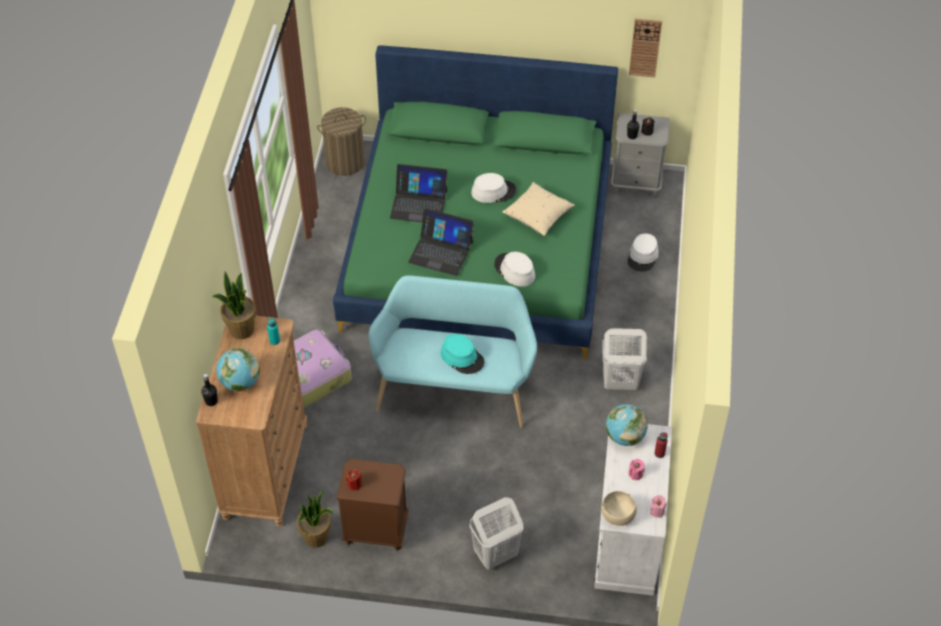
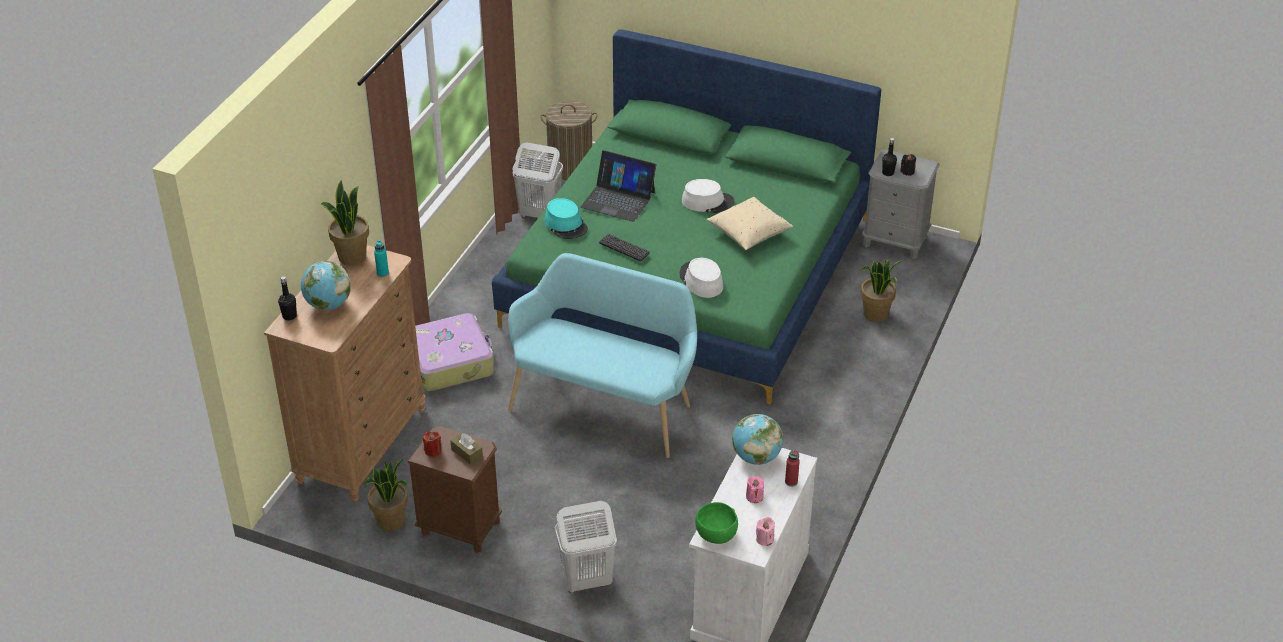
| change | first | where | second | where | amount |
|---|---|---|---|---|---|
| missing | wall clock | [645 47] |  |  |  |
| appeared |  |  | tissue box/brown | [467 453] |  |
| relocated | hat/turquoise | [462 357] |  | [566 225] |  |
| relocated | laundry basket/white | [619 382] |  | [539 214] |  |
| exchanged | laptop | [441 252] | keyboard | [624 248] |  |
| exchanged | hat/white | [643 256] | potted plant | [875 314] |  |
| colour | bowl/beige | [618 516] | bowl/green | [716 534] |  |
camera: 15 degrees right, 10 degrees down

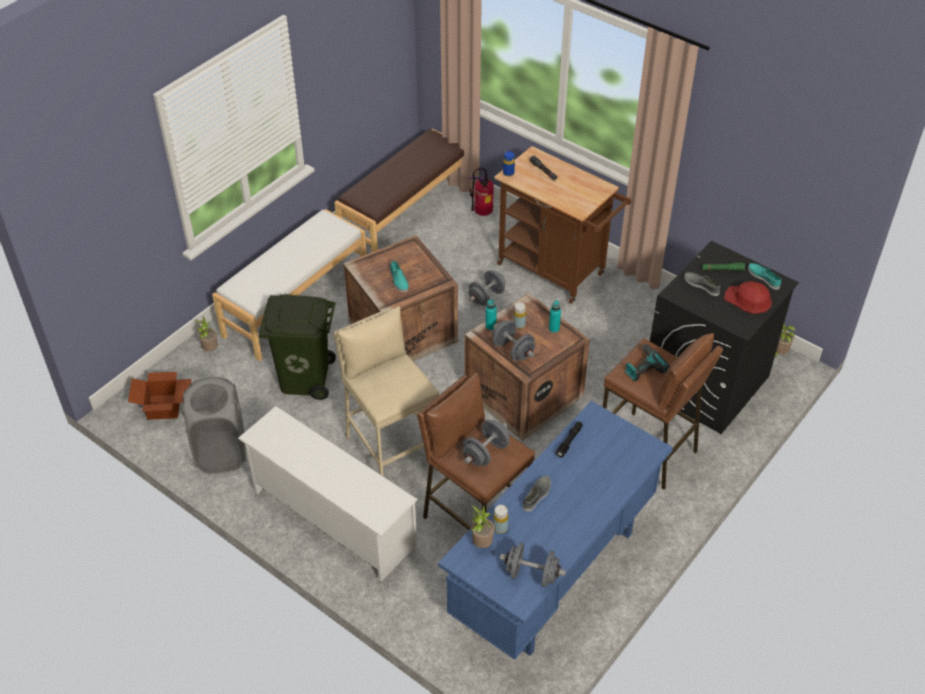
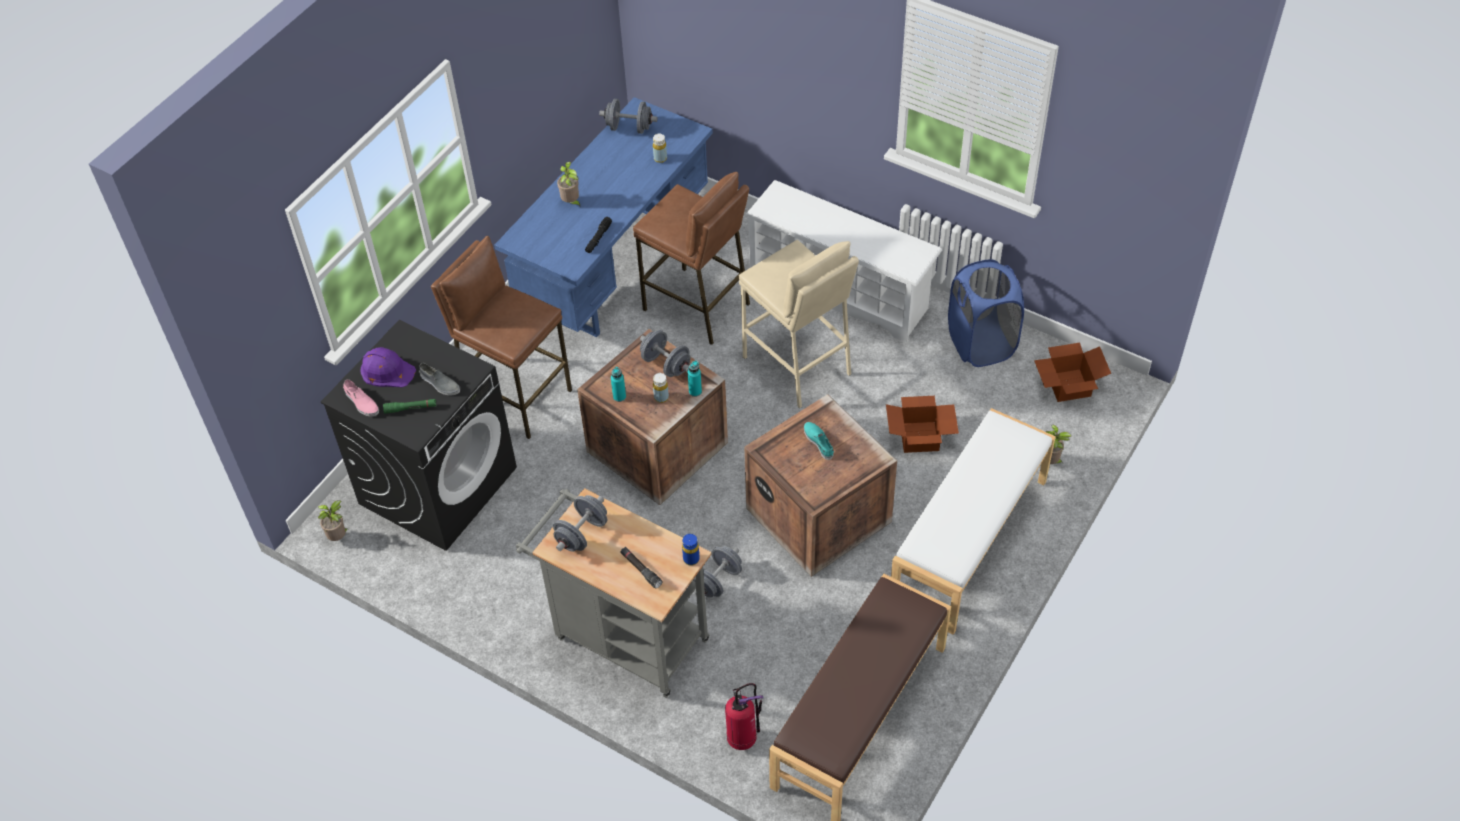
| change | first | where | second | where | amount |
|---|---|---|---|---|---|
| missing | shoe/grey | [537 495] |  |  |  |
| missing | power drill | [643 367] |  |  |  |
| relocated | dumbbell/grey | [485 453] |  | [582 534] |  |
| relocated | potted plant | [481 543] |  | [571 202] |  |
| exchanged | trash can/green | [305 378] | cardboard box | [920 438] |  |
| colour | laundry basket/grey | [221 452] | laundry basket/blue | [981 344] |  |
| colour | cart/brown | [556 271] | cart/grey | [624 635] |  |
| colour | hard hat/red | [748 299] | hard hat/purple | [387 371] |  |
| colour | shoe/turquoise | [764 277] | shoe/pink | [361 402] |  |
camera: 175 degrees right, 5 degrees up

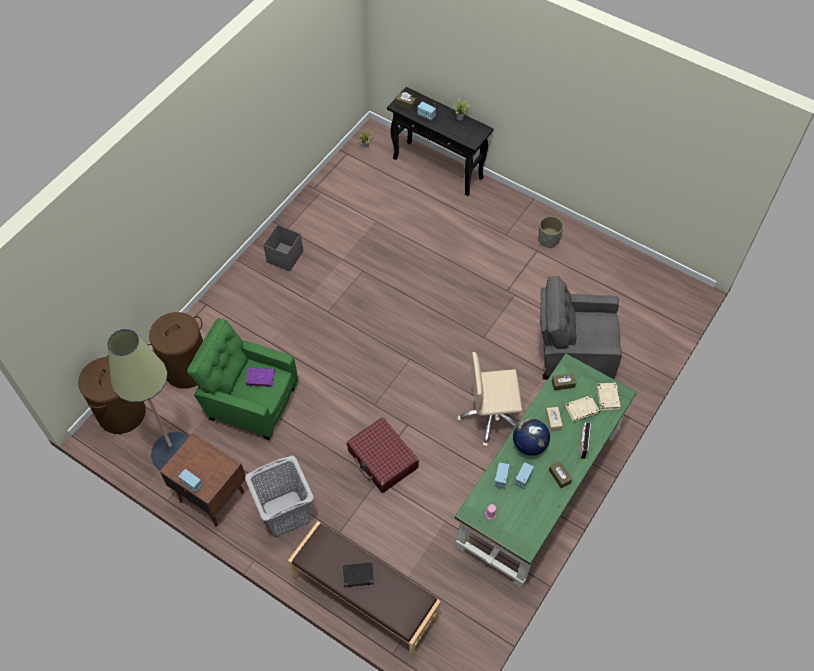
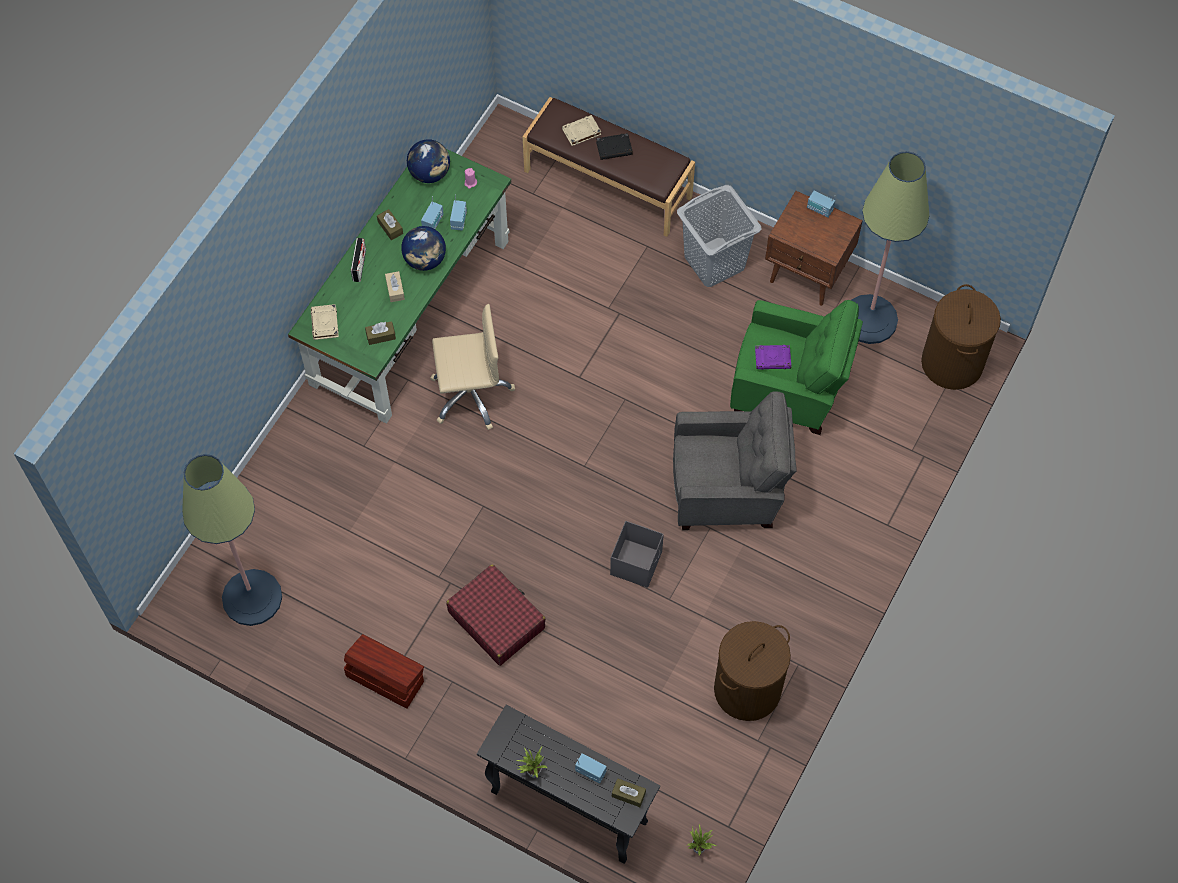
| change | first | where | second | where | amount |
|---|---|---|---|---|---|
| appeared |  |  | floor lamp | [252 598] |  |
| appeared |  |  | globe | [430 173] |  |
| relocated | laundry basket/brown | [187 368] |  | [747 690] |  |
| relocated | storage box/grey | [284 257] |  | [636 563] |  |
| relocated | suitcase/red | [382 459] |  | [496 619] |  |
| relocated | armchair/grey | [572 354] |  | [728 490] |  |
| relocated | book/beige | [582 409] |  | [581 132] |  |
| exchanged | planter/grey | [548 240] | storage box/brown | [385 677] |  |
camera: 175 degrees right, 5 degrees up

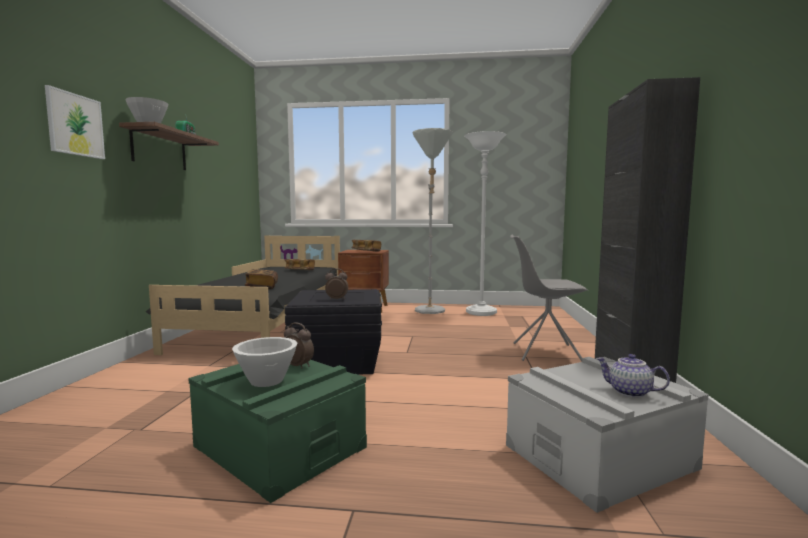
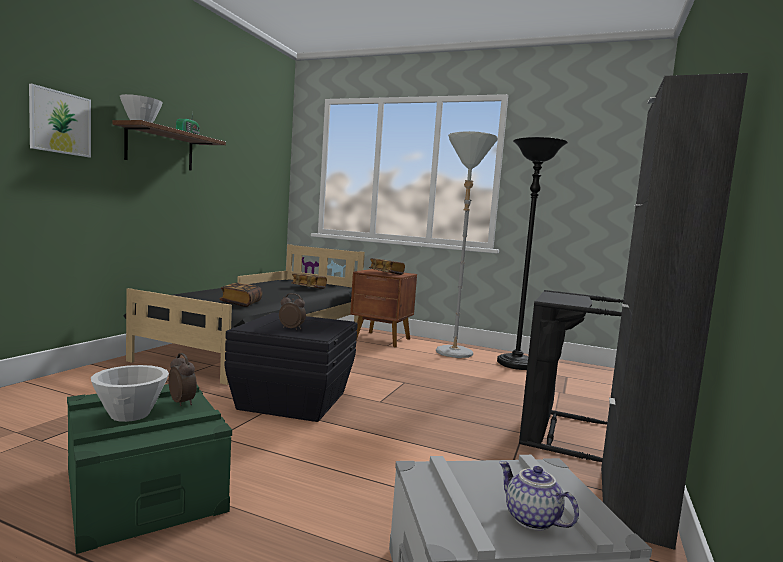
| change | first | where | second | where | amount |
|---|---|---|---|---|---|
| exchanged | chair/grey | [544 352] | laundry basket/black | [553 432] |  |
| colour | floor lamp/white | [481 312] | floor lamp/black | [516 364] |  |
camera: 15 degrees right, 0 degrees up

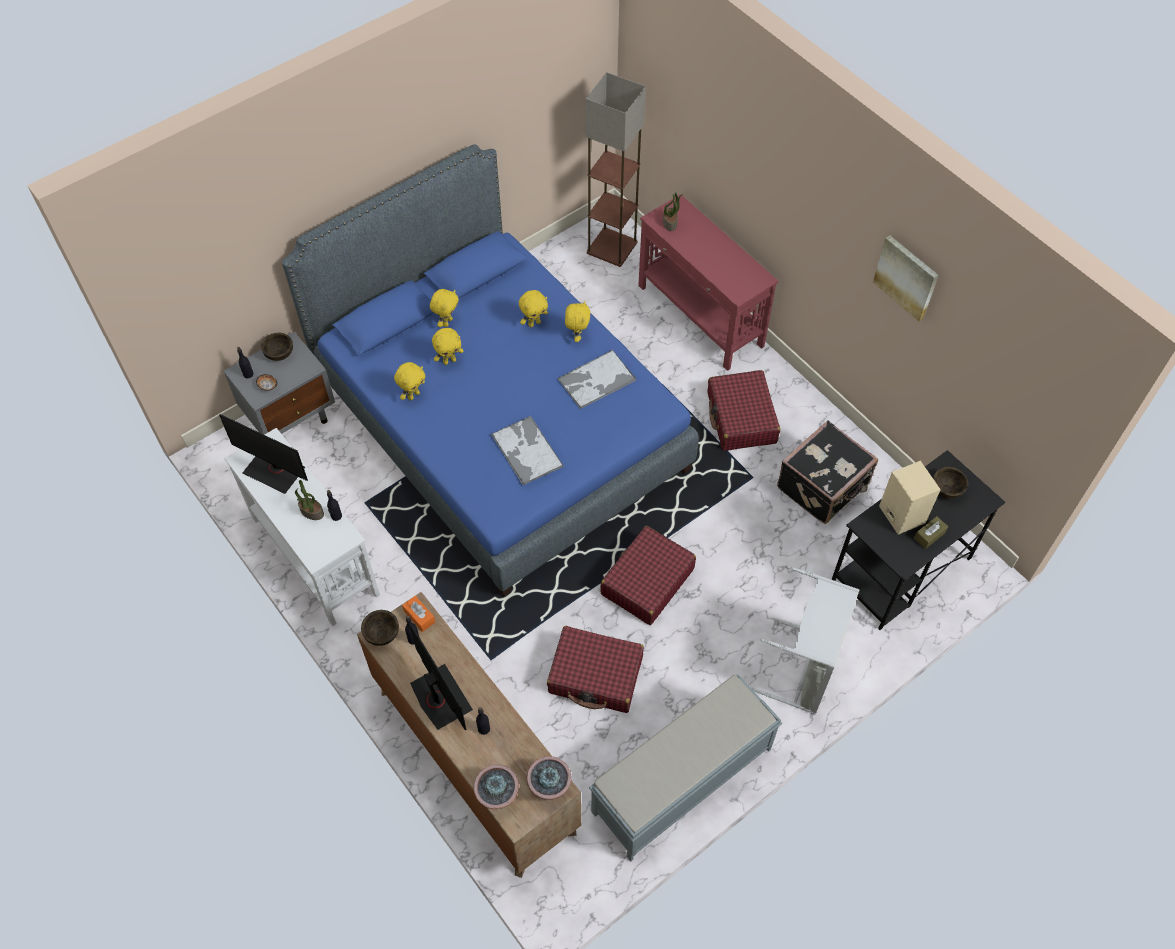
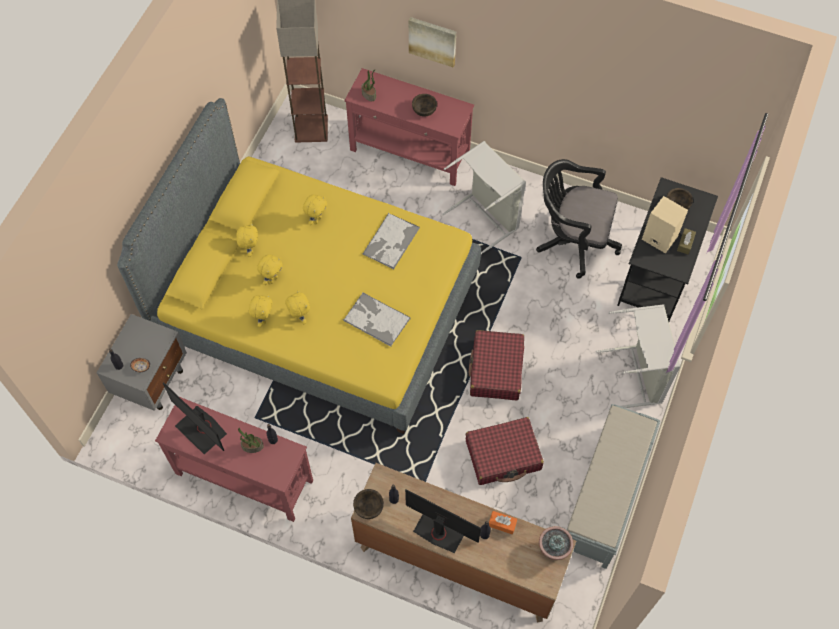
| change | first | where | second | where | amount |
|---|---|---|---|---|---|
| missing | potted plant | [497 795] |  |  |  |
| relocated | bowl/brown | [279 353] |  | [424 110] |  |
| relocated | tissue box/orange | [419 616] |  | [502 524] |  |
| relocated | plush toy/yellow | [577 336] |  | [299 317] |  |
| relocated | picture | [906 277] |  | [432 40] |  |
| exchanged | suitcase/red | [741 418] | laundry basket/grey | [486 217] |  |
| exchanged | suitcase/black | [824 487] | office chair/black | [572 240] |  |
| colour | console table/white | [315 554] | console table/red | [243 476] |  |
| colour | bed/blue | [500 423] | bed/yellow | [316 306] |  |
| spun | monitor | [275 470] |  | [201 429] | 45 degrees clockwise |
camera: 30 degrees left, 5 degrees up

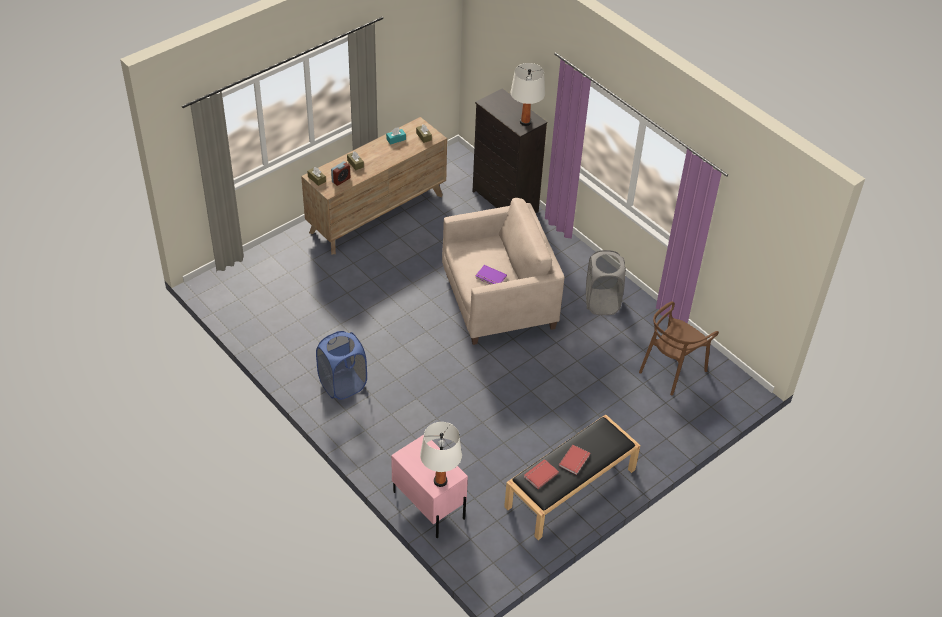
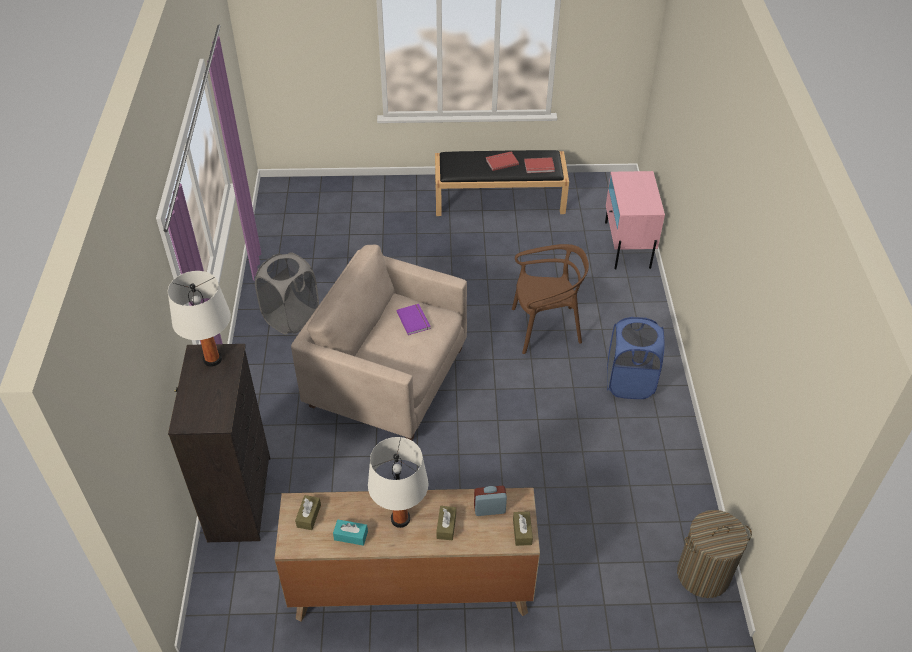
| change | first | where | second | where | amount |
|---|---|---|---|---|---|
| appeared |  |  | laundry basket | [703 574] |  |
| relocated | table lamp/white | [440 481] |  | [400 519] |  |
| relocated | chair/brown | [671 369] |  | [545 328] |  |
camera: 140 degrees left, 0 degrees up

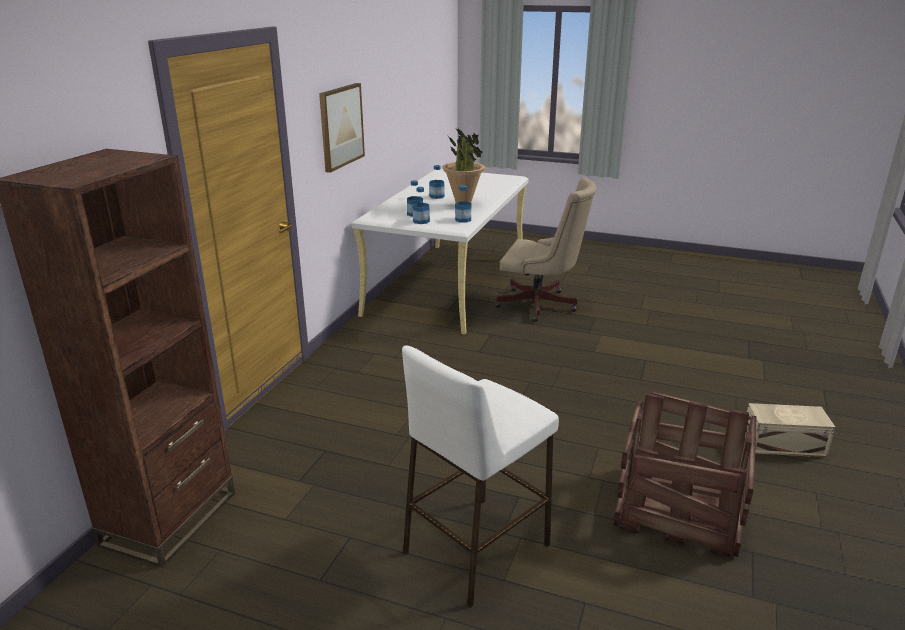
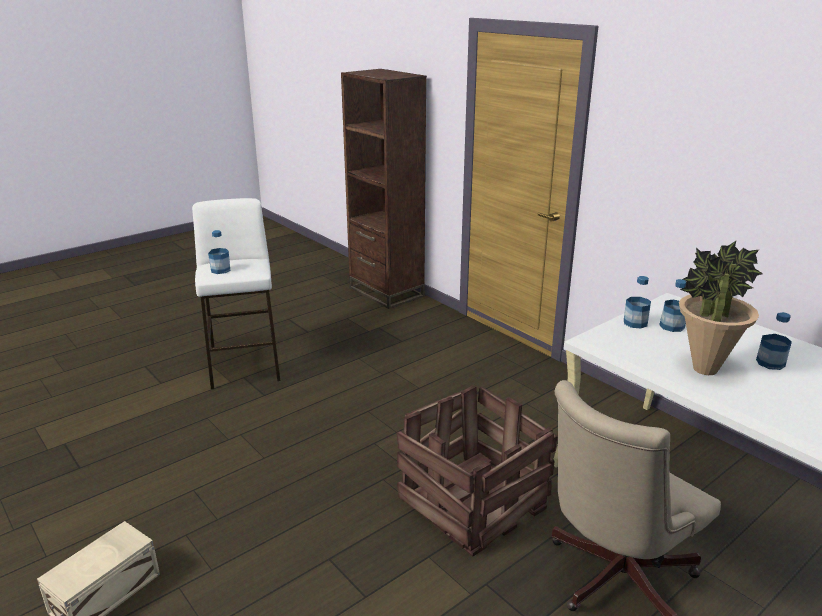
| change | first | where | second | where | amount |
|---|---|---|---|---|---|
| missing | picture | [341 126] |  |  |  |
| relocated | bottle | [463 220] |  | [220 270] |  |
| relocated | crate | [676 508] |  | [474 501] |  |
camera: 120 degrees right, 0 degrees up

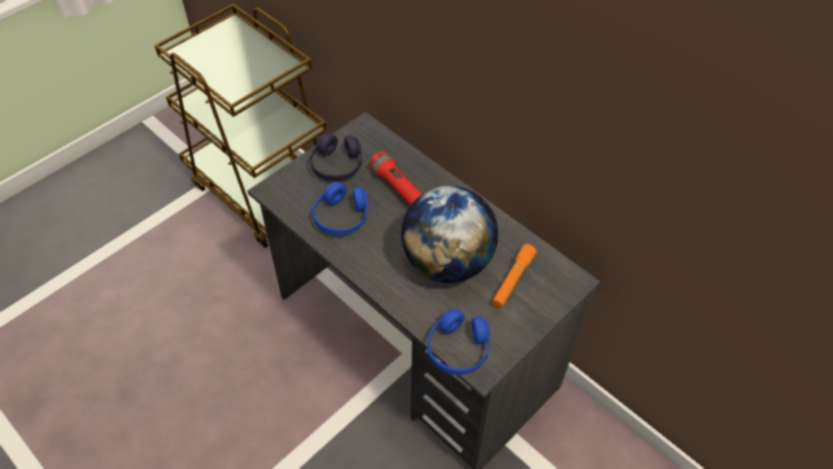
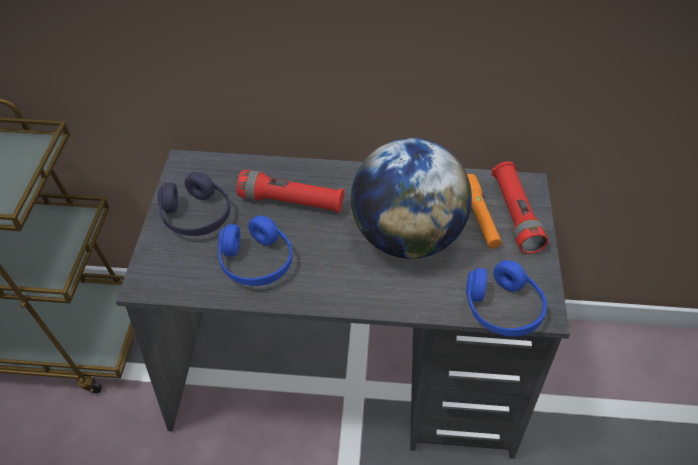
| change | first | where | second | where | amount |
|---|---|---|---|---|---|
| appeared |  |  | flashlight/red | [515 215] |  |
camera: 40 degrees left, 5 degrees down

